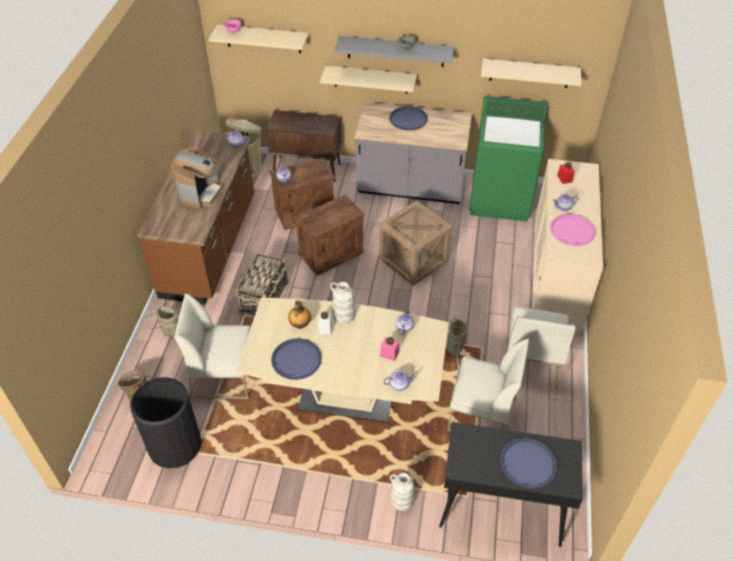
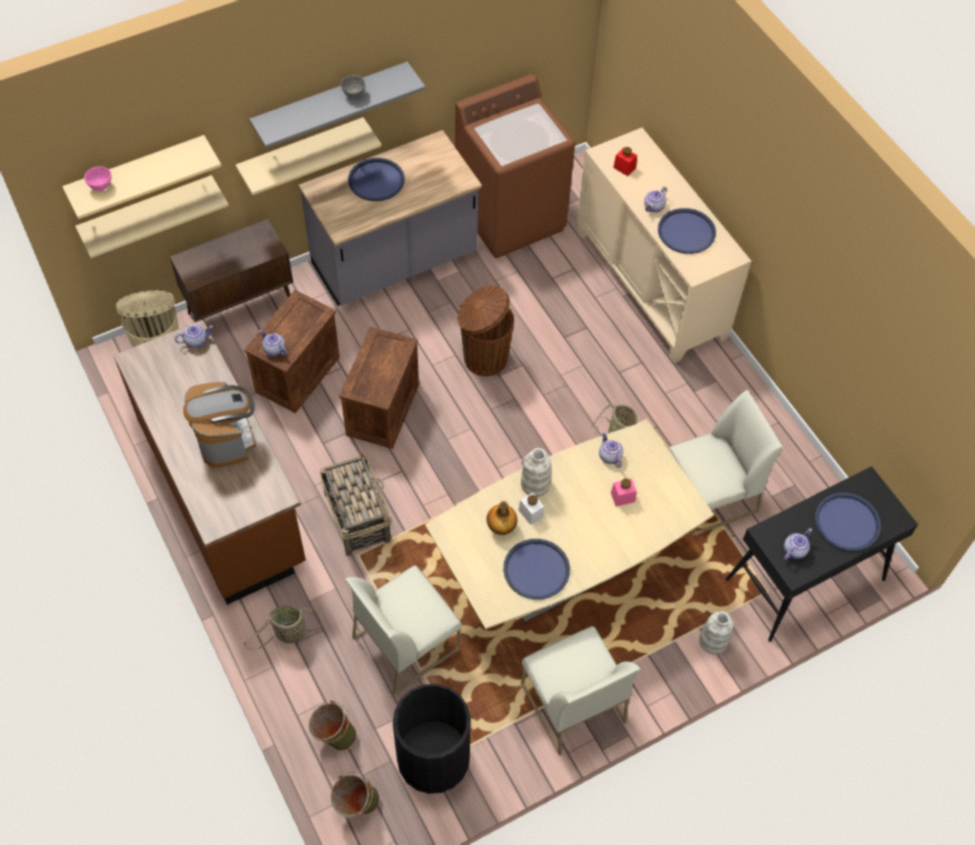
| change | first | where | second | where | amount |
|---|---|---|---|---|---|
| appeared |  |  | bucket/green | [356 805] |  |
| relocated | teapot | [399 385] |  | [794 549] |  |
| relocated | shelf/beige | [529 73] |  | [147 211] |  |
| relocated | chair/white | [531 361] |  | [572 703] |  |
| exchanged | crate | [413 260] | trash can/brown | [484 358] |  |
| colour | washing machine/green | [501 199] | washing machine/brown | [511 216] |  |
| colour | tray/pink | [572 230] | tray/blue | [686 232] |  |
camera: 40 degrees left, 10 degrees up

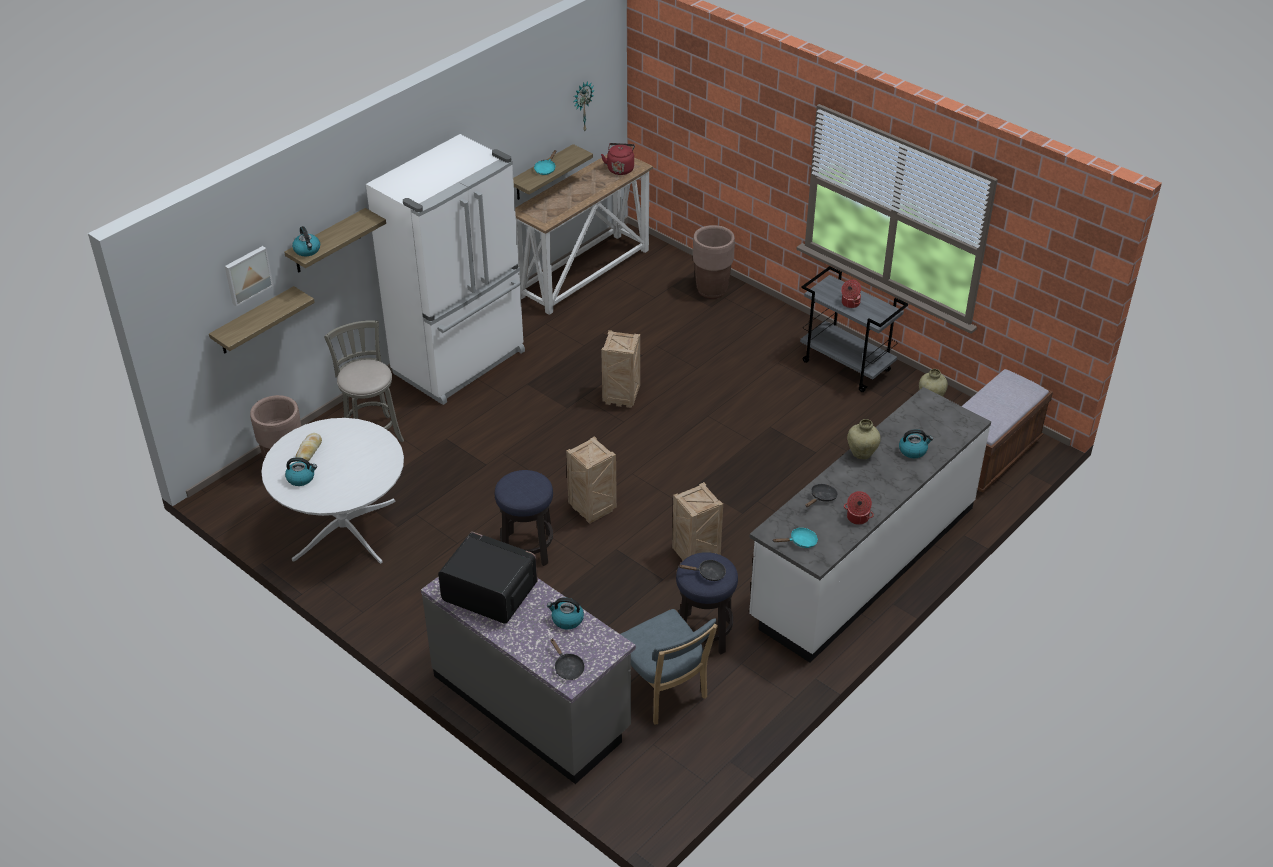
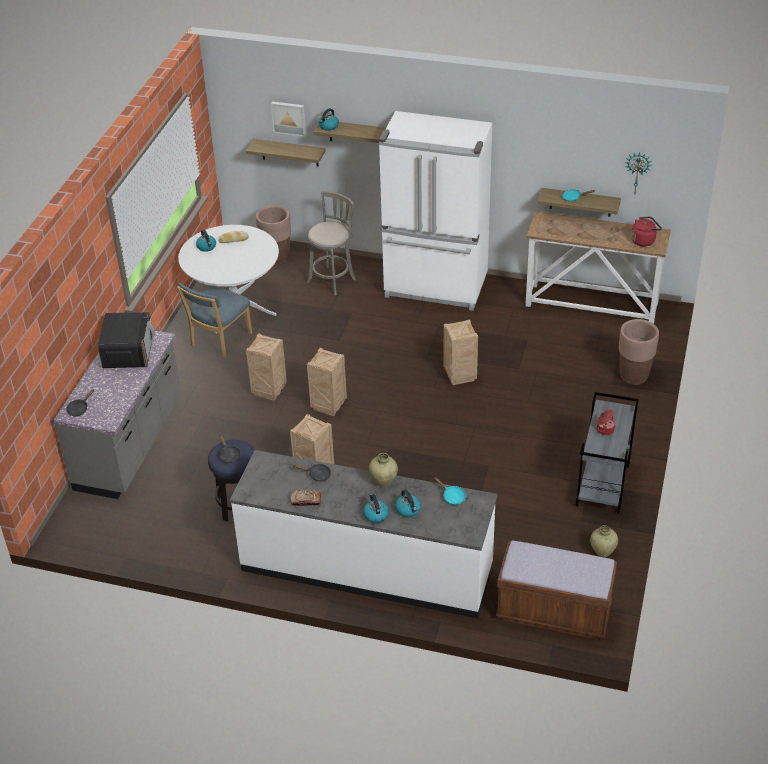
| change | first | where | second | where | amount |
|---|---|---|---|---|---|
| relocated | kettle | [567 620] |  | [375 515] |  |
| relocated | chair/blue | [664 692] |  | [219 341] |  |
| relocated | frying pan/turquoise | [800 542] |  | [452 496] |  |
| exchanged | stool | [527 549] | crate | [269 390] |  |
| exchanged | cooking pot | [857 518] | bread | [306 500] |  |
camera: 65 degrees right, 0 degrees up

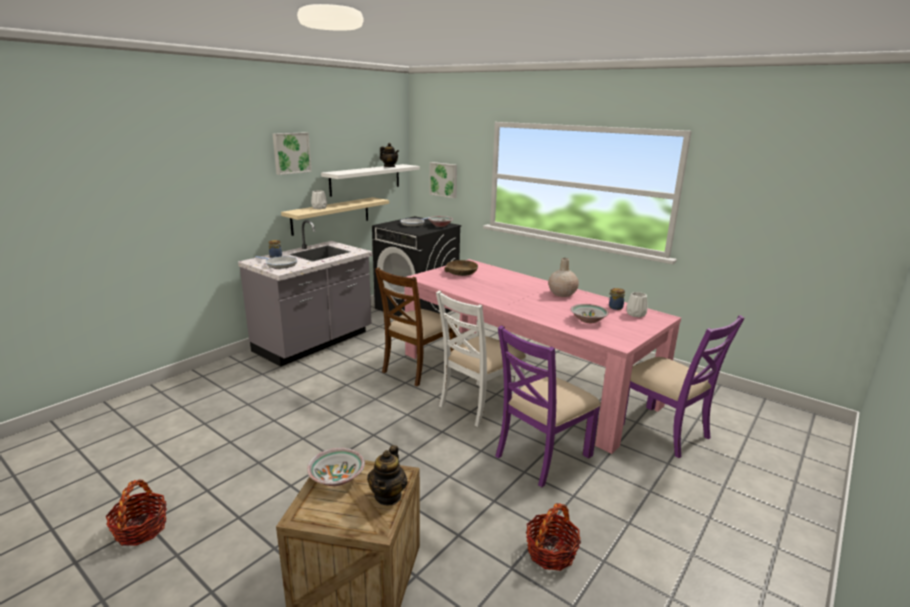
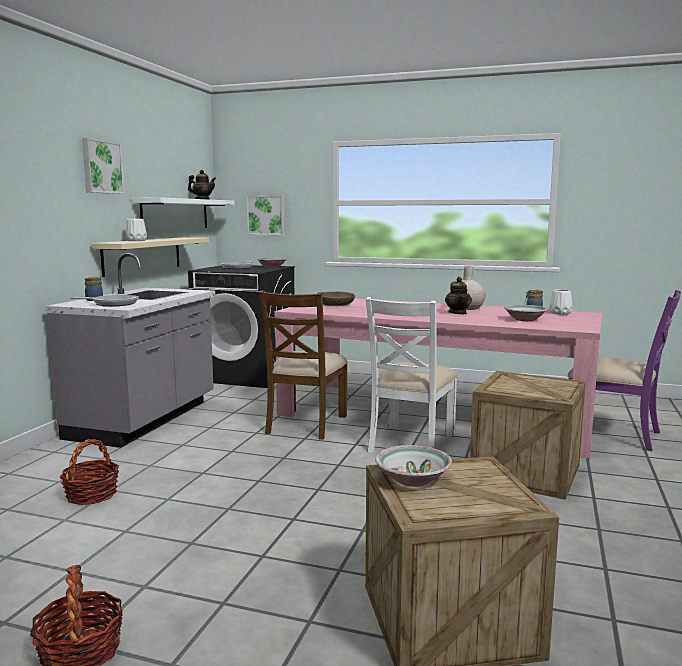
| change | first | where | second | where | amount |
|---|---|---|---|---|---|
| relocated | teapot | [388 496] |  | [458 313] |  |
| relocated | basket | [551 552] |  | [91 495] |  |
| exchanged | chair/purple | [542 455] | crate | [525 472] |  |
camera: 20 degrees left, 10 degrees down

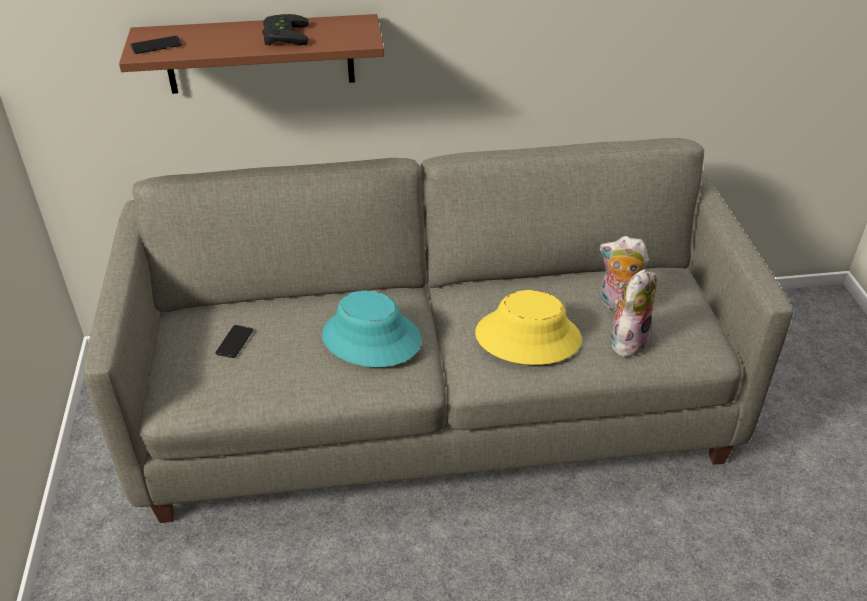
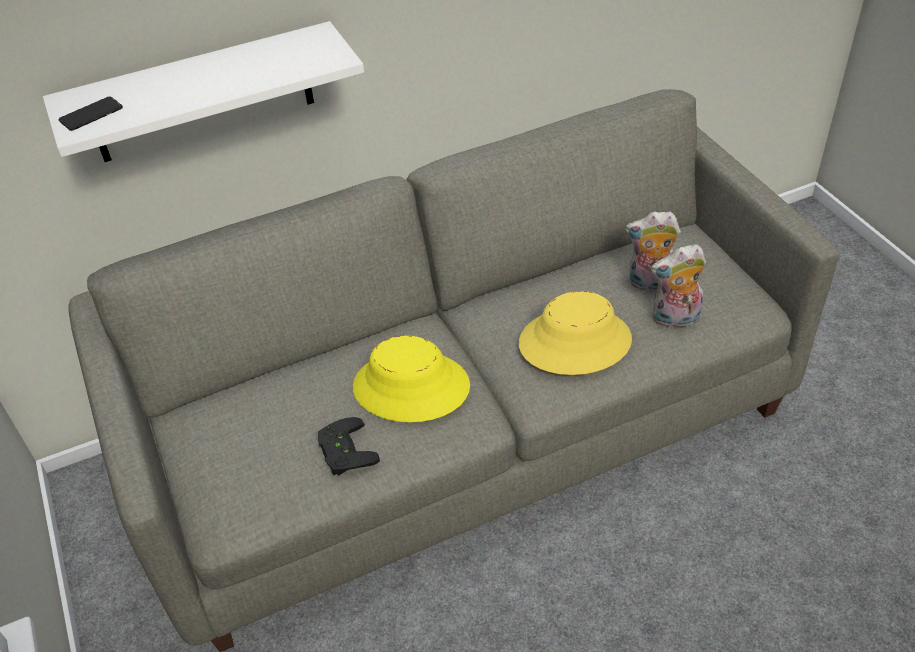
| change | first | where | second | where | amount |
|---|---|---|---|---|---|
| missing | phone | [234 342] |  |  |  |
| relocated | game controller/black | [282 35] |  | [343 451] |  |
| colour | shelf/brown | [259 54] | shelf/white | [202 94] |  |
| colour | hat/turquoise | [371 338] | hat/yellow | [411 387] |  |
| spun | plush toy | [627 340] |  | [675 320] | 120 degrees counterclockwise |
camera: 15 degrees left, 5 degrees up

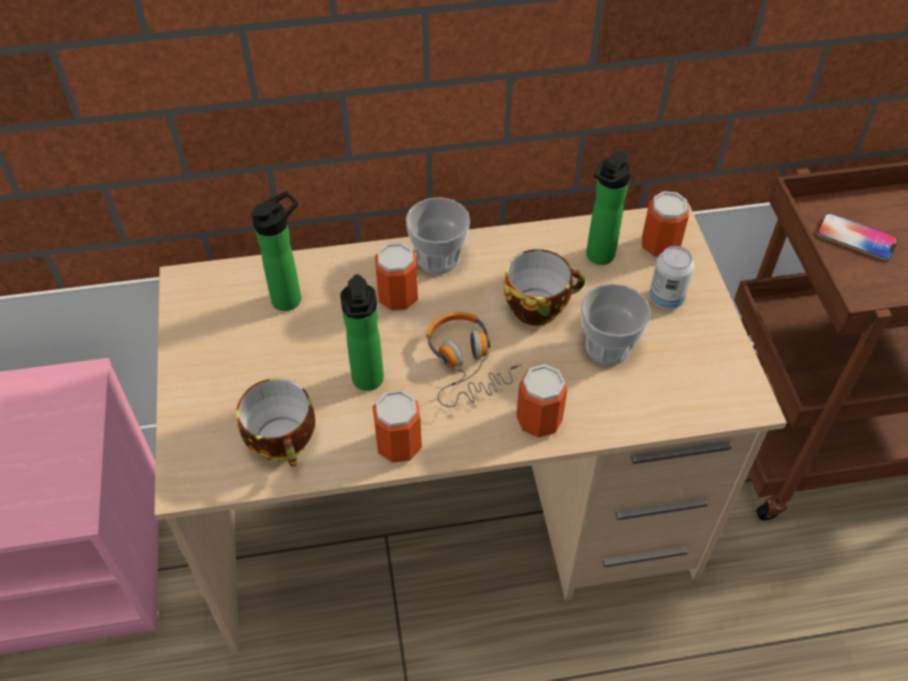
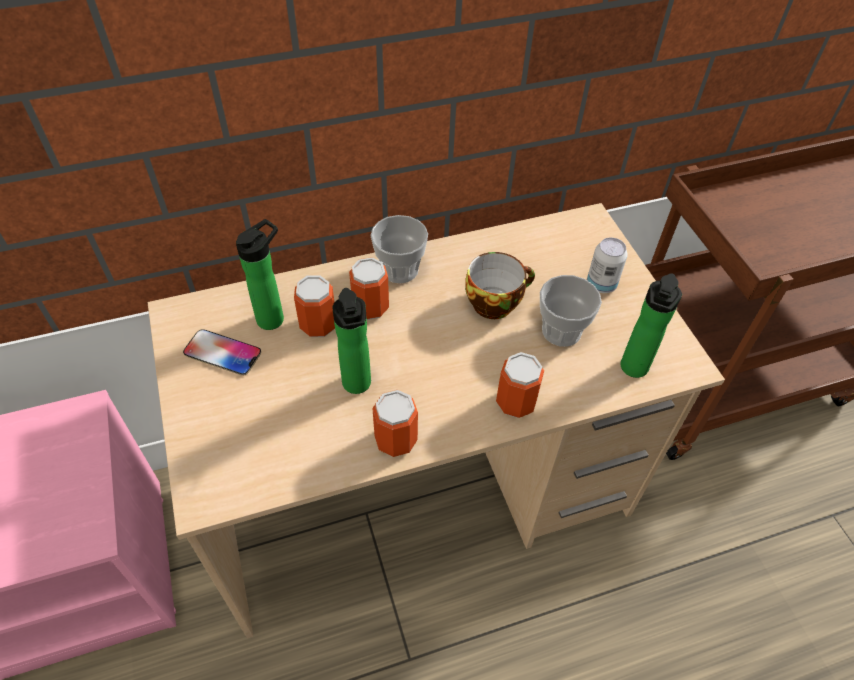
| change | first | where | second | where | amount |
|---|---|---|---|---|---|
| missing | cup | [285 442] |  |  |  |
| missing | headphones | [465 364] |  |  |  |
| relocated | bottle | [598 257] |  | [632 370] |  |
| relocated | can | [660 246] |  | [318 325] |  |
| relocated | phone | [856 237] |  | [222 353] |  |
camera: 10 degrees left, 0 degrees up

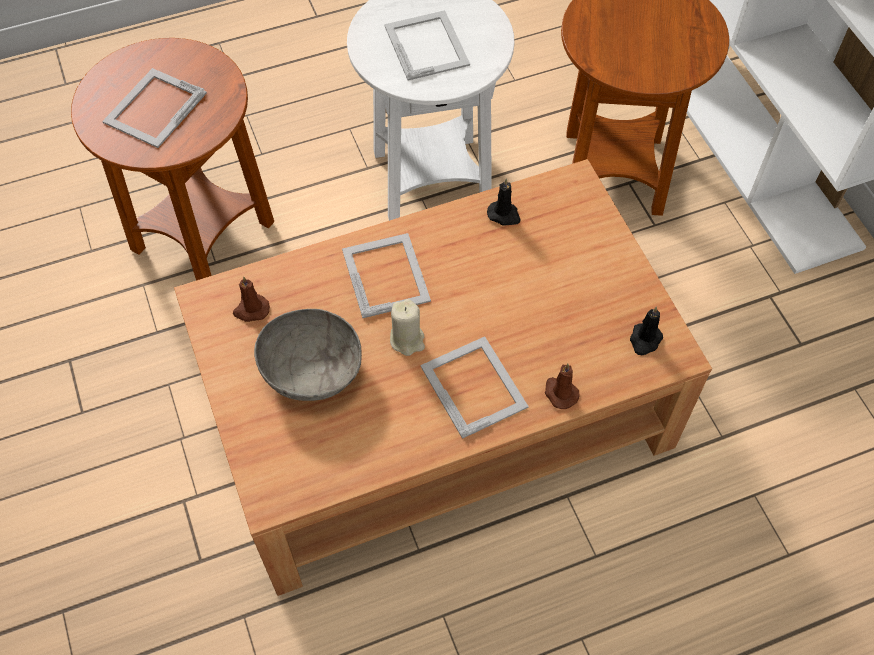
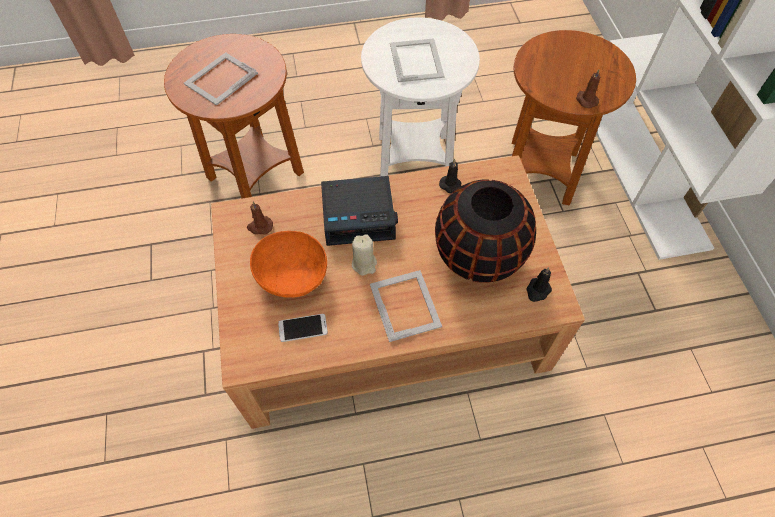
| change | first | where | second | where | amount |
|---|---|---|---|---|---|
| appeared |  |  | phone | [303 328] |  |
| appeared |  |  | vase/black | [479 255] |  |
| relocated | candle/brown | [560 392] |  | [586 100] |  |
| exchanged | picture frame | [386 274] | alarm clock | [359 215] |  |
| colour | bowl/grey | [312 370] | bowl/orange | [292 275] |  |
camera: 10 degrees right, 0 degrees up

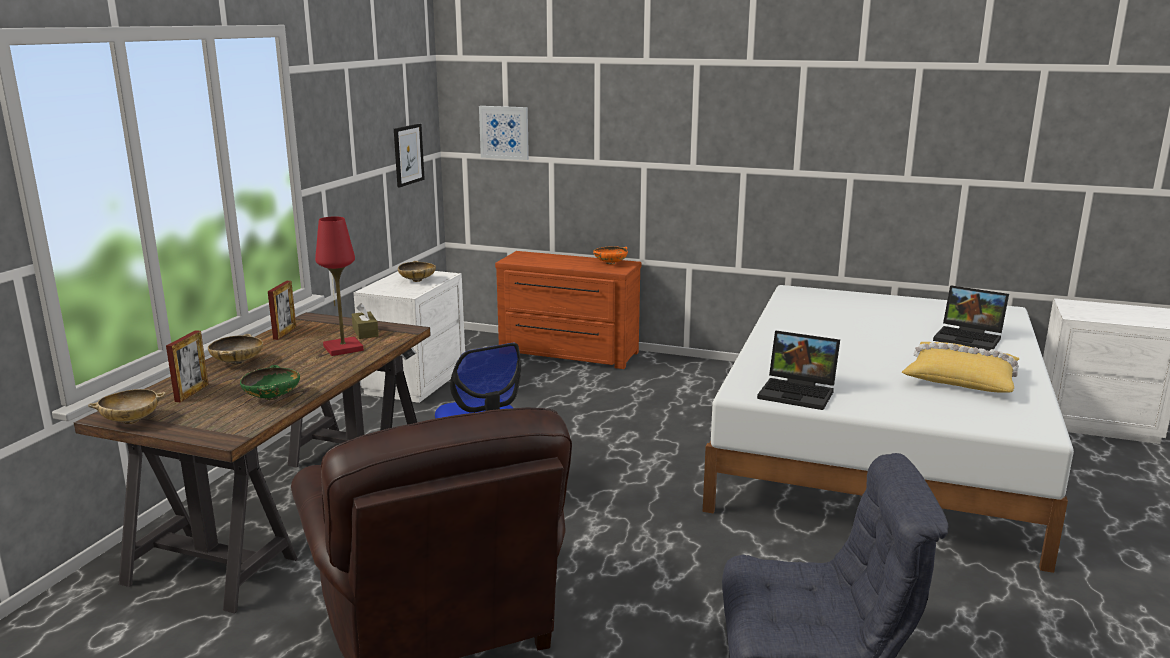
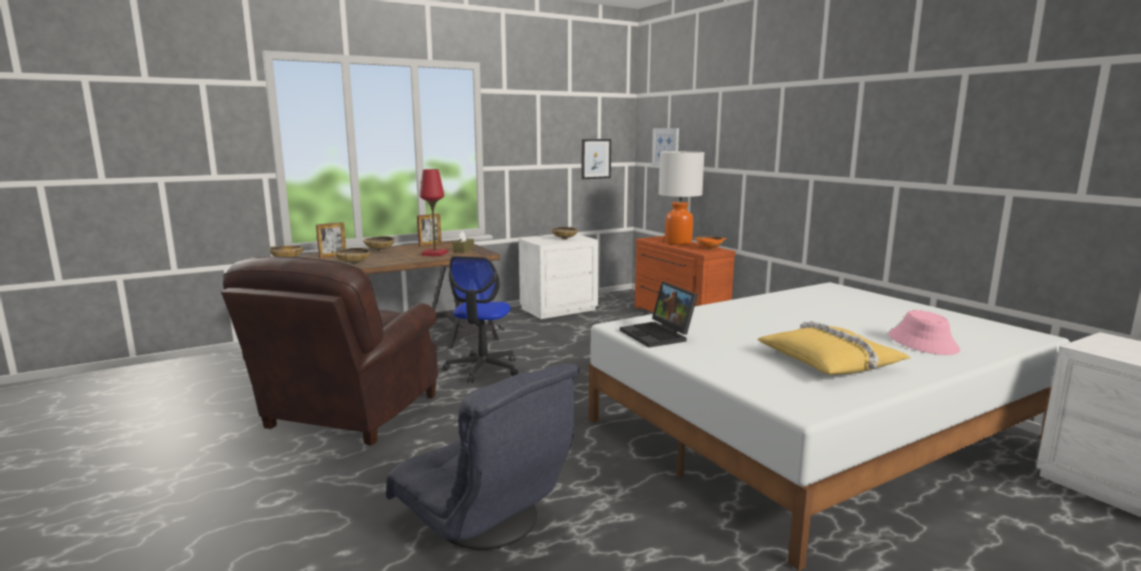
| change | first | where | second | where | amount |
|---|---|---|---|---|---|
| appeared |  |  | table lamp | [678 242] |  |
| exchanged | laptop | [970 338] | hat/pink | [923 343] |  |
| colour | bowl/green | [272 397] | bowl/beige | [353 264] |  |
camera: 40 degrees right, 5 degrees down

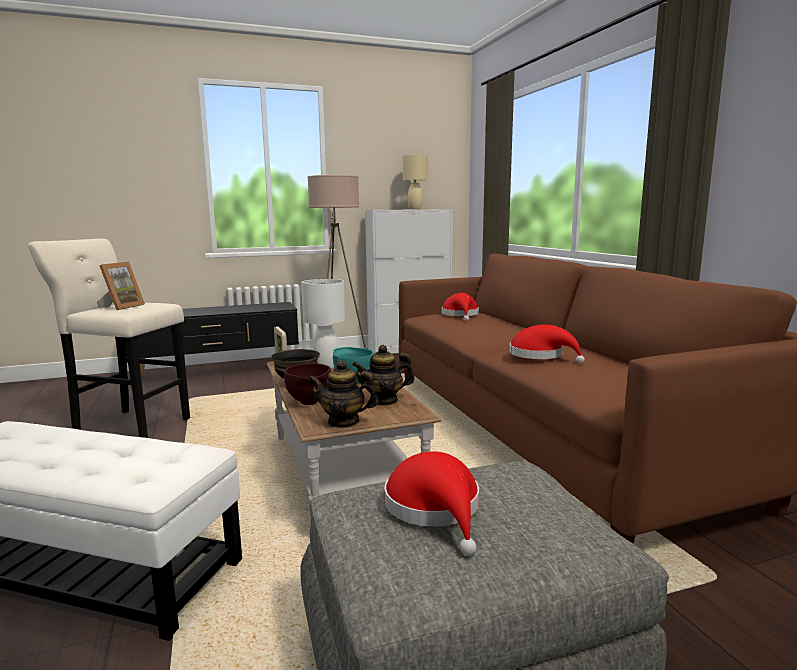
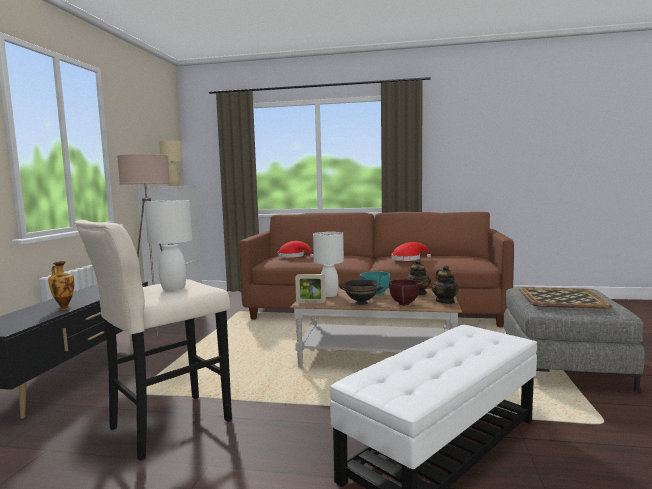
| change | first | where | second | where | amount |
|---|---|---|---|---|---|
| appeared |  |  | vase | [64 308] |  |
| exchanged | picture frame | [122 307] | table lamp/white | [173 288] |  |
| exchanged | hat/red | [435 508] | tray | [560 298] |  |
| spun | teapot | [343 422] |  | [445 301] | 45 degrees counterclockwise |
camera: 60 degrees left, 5 degrees down

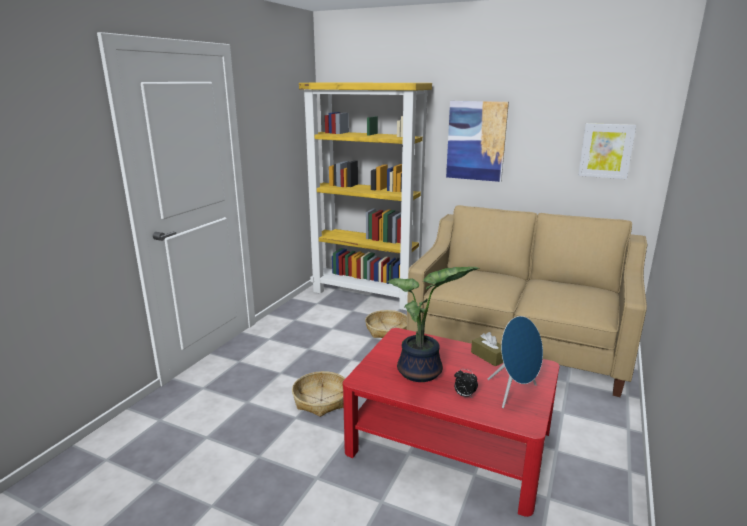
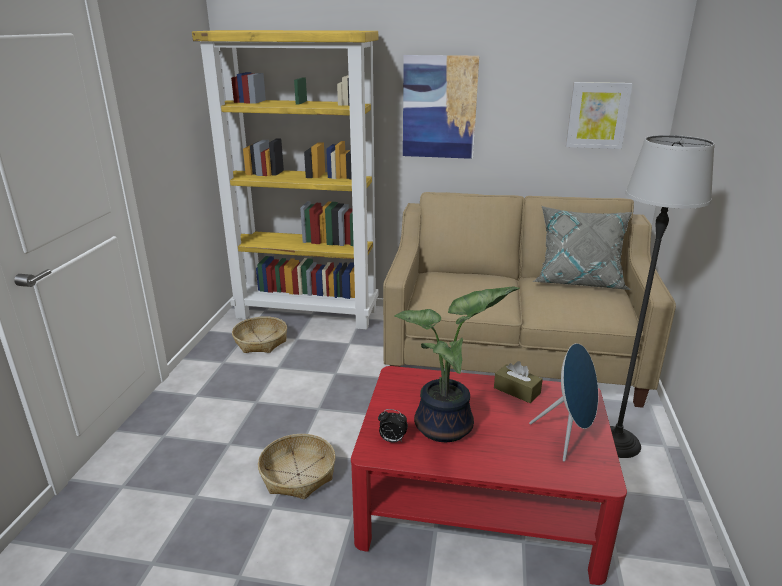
| change | first | where | second | where | amount |
|---|---|---|---|---|---|
| appeared |  |  | pillow/grey | [578 280] |  |
| appeared |  |  | floor lamp | [616 442] |  |
| relocated | basket | [387 330] |  | [260 342] |  |
| relocated | alarm clock | [464 395] |  | [392 440] |  |
camera: 15 degrees left, 5 degrees up

